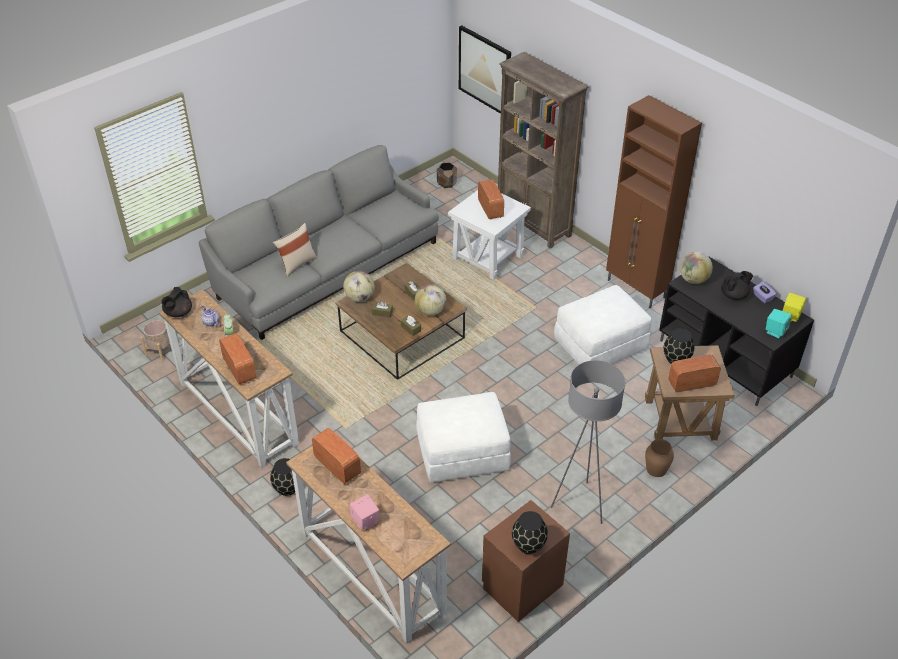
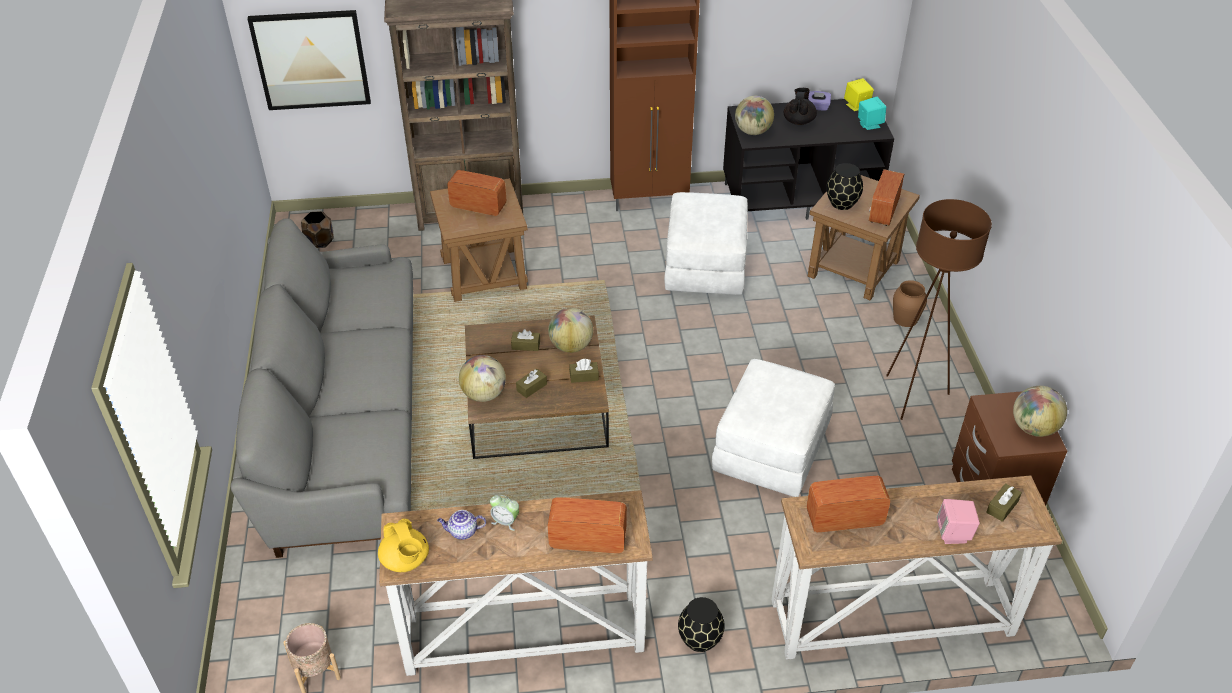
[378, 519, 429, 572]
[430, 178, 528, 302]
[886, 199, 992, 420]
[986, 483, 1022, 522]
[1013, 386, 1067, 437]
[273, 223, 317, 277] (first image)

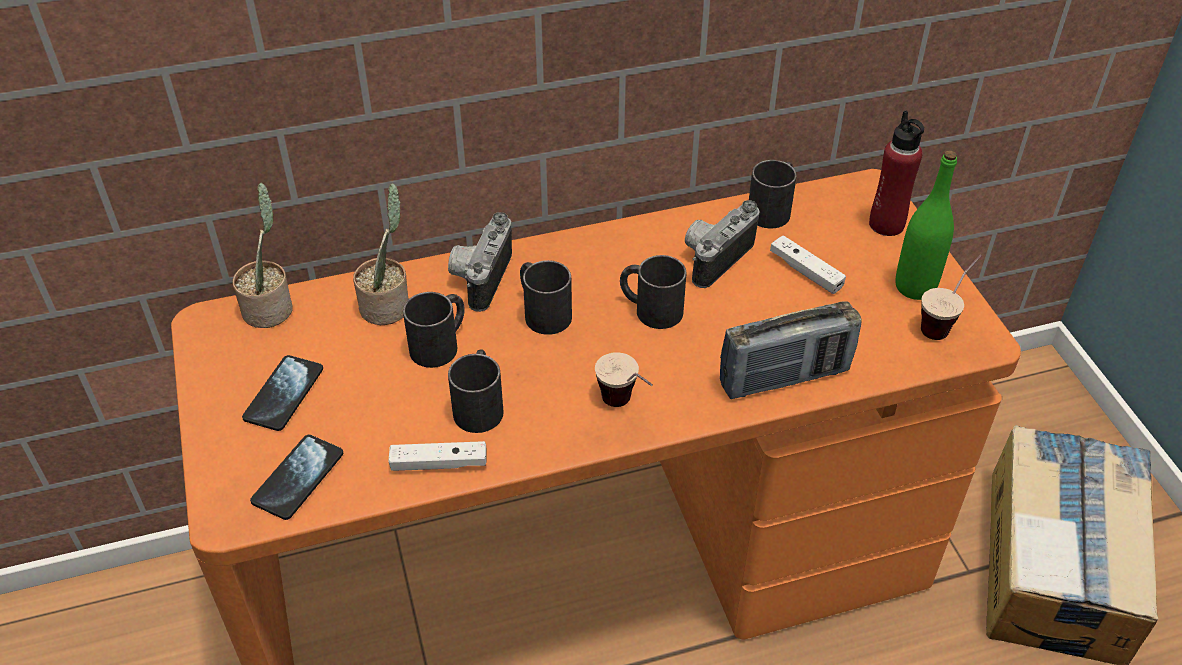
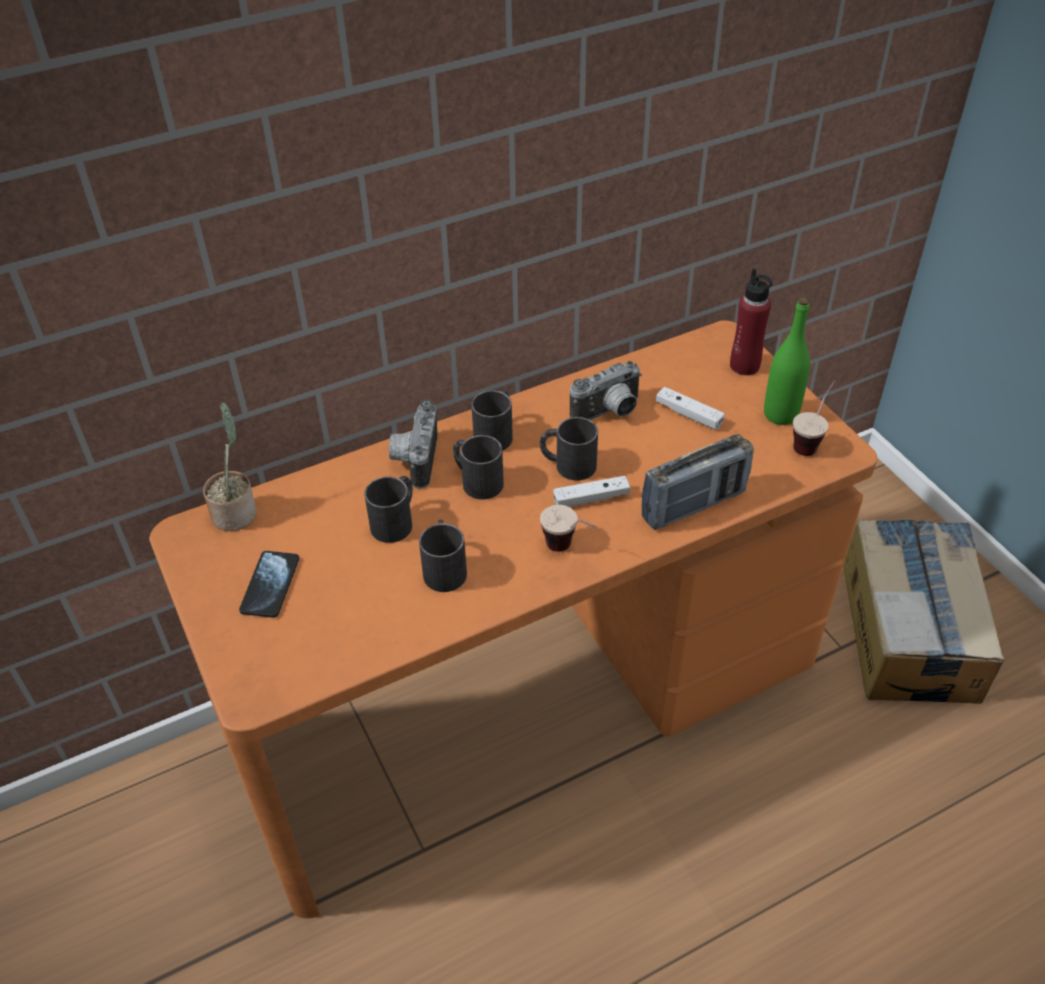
[471, 390, 513, 451]
[553, 476, 630, 507]
[570, 361, 642, 420]
[250, 435, 343, 520] (first image)
[353, 183, 409, 325] (first image)

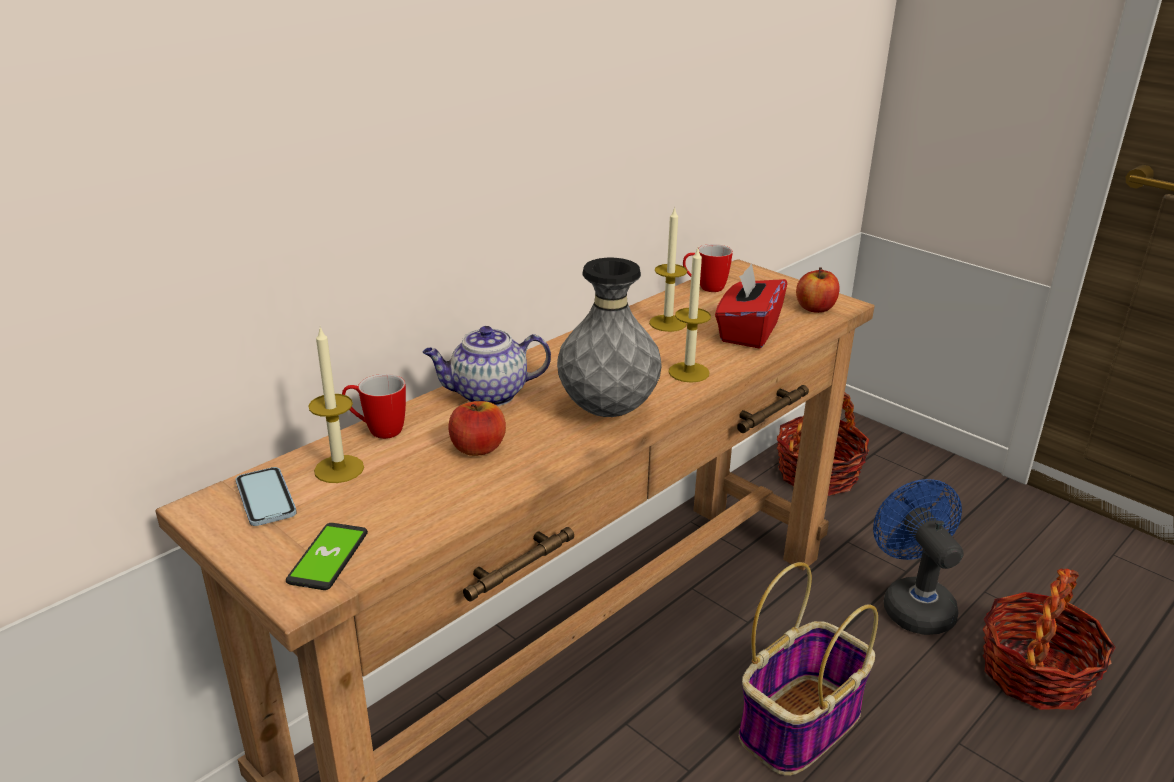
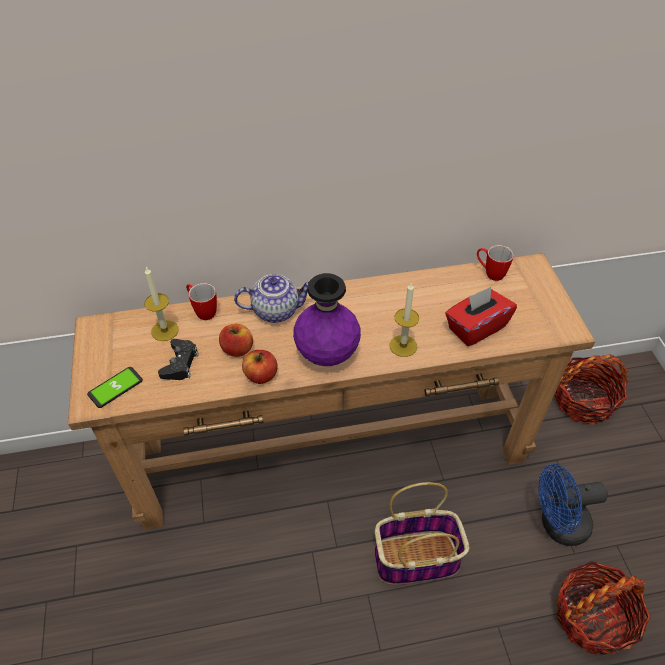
[158, 339, 199, 380]
[234, 274, 310, 323]
[242, 350, 278, 384]
[293, 273, 361, 366]
[538, 464, 608, 546]
[235, 467, 297, 526] (first image)
[649, 206, 687, 332] (first image)

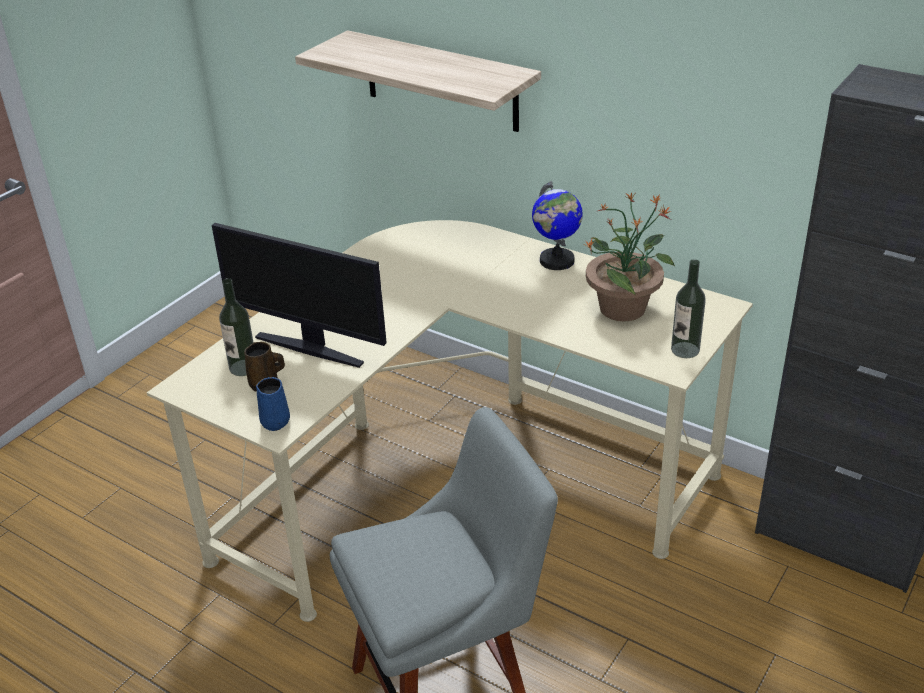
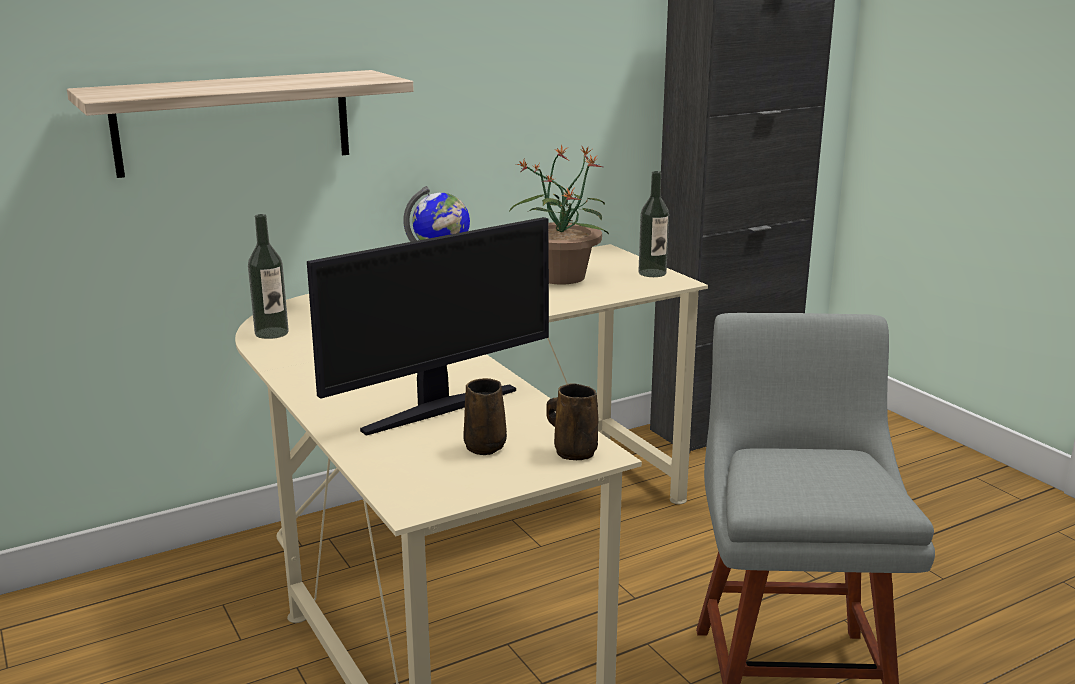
[248, 214, 289, 339]
[546, 383, 598, 460]

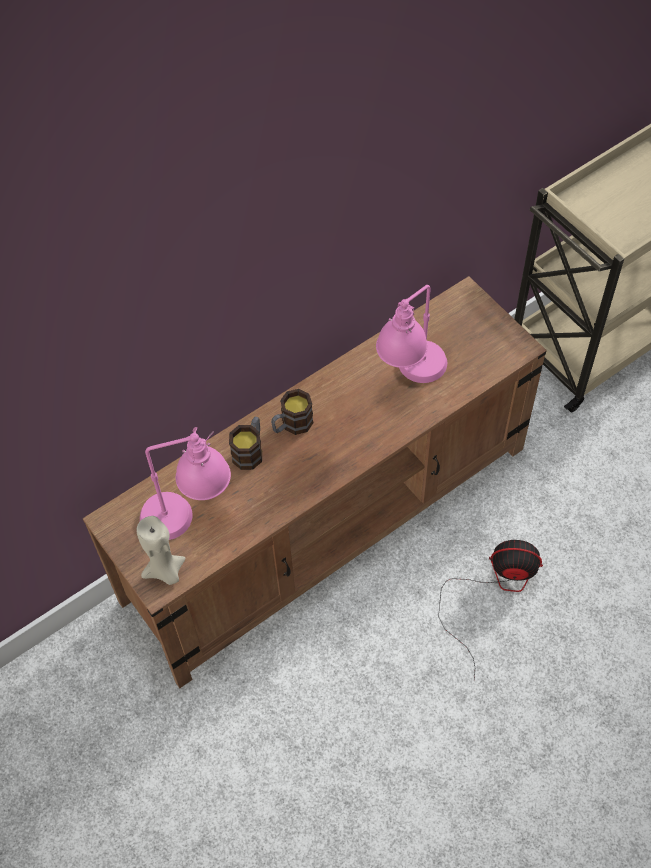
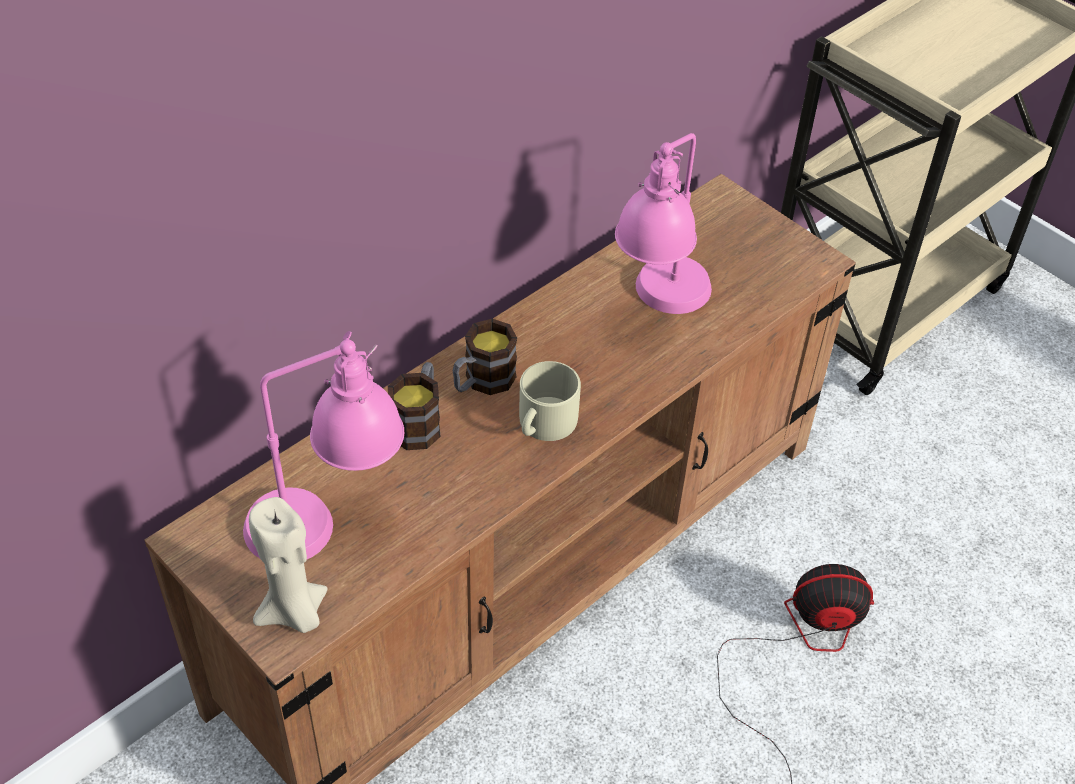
[519, 361, 581, 441]

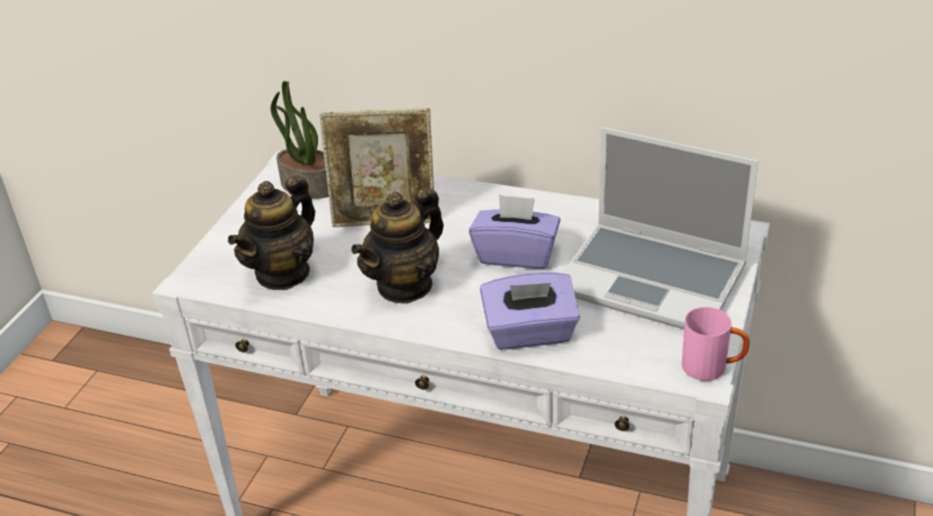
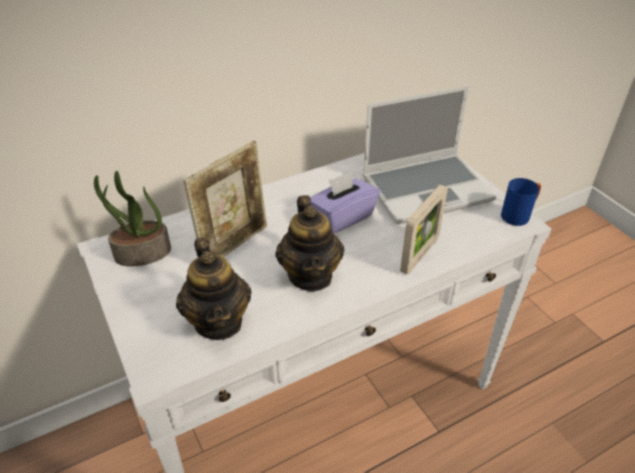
[400, 185, 448, 275]
[501, 178, 541, 226]

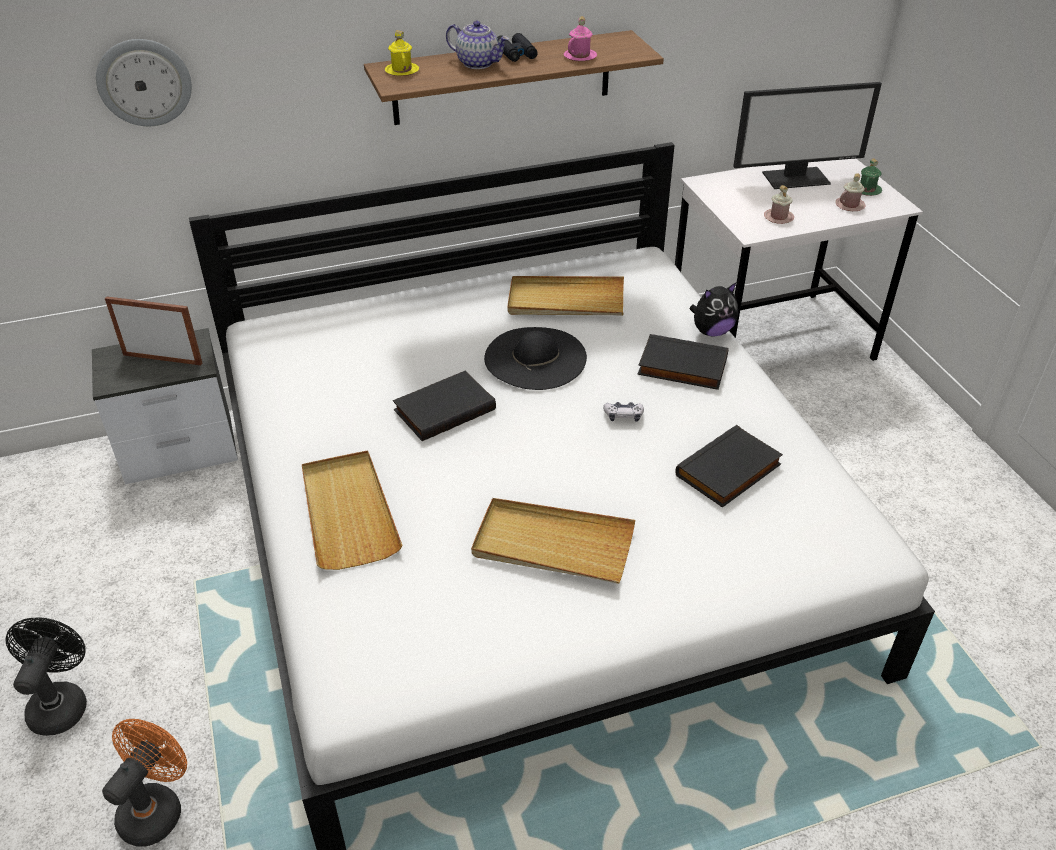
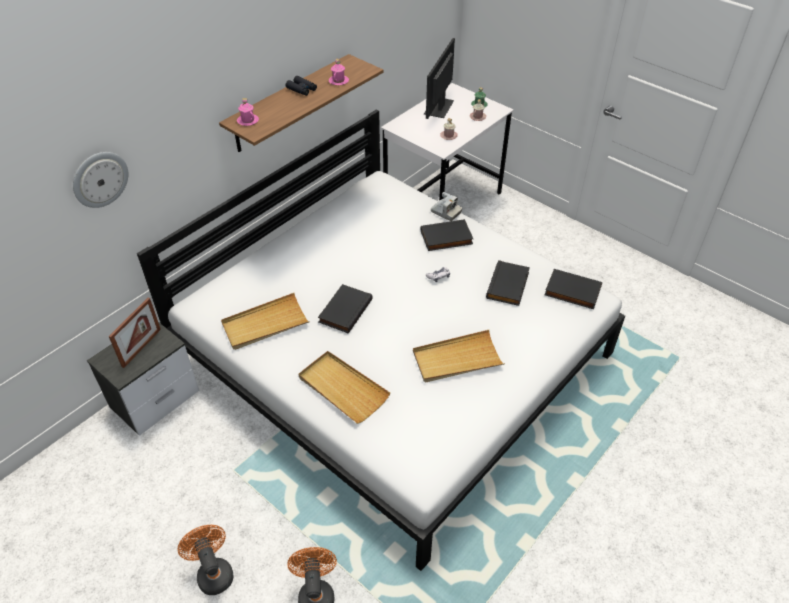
[109, 298, 161, 368]
[178, 525, 233, 595]
[221, 293, 310, 350]
[237, 98, 259, 126]
[424, 38, 455, 119]
[431, 192, 462, 221]
[544, 269, 602, 309]
[446, 21, 509, 69] (first image)
[484, 327, 587, 390] (first image)

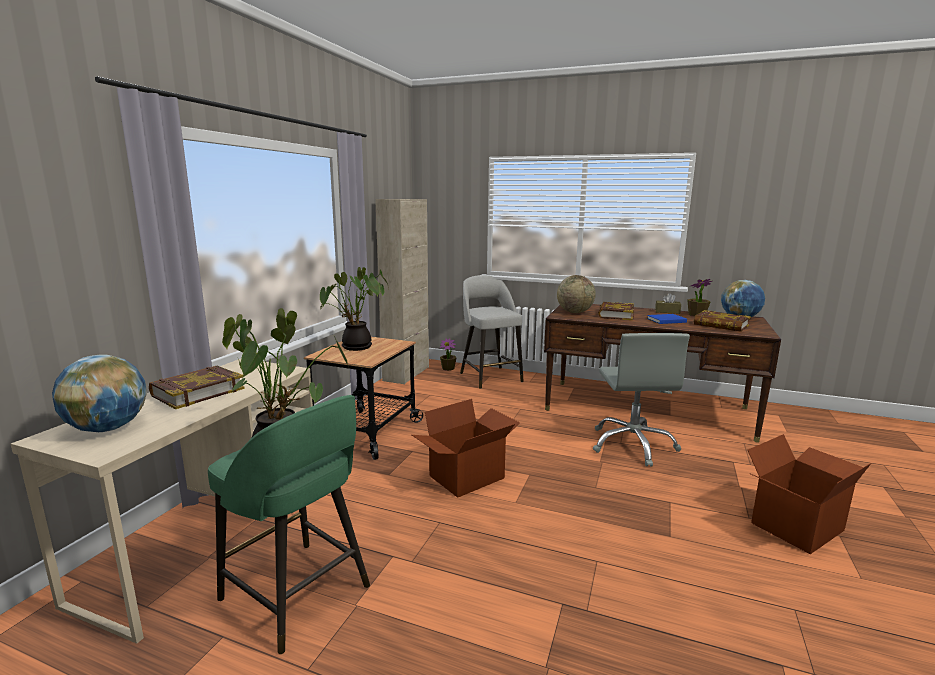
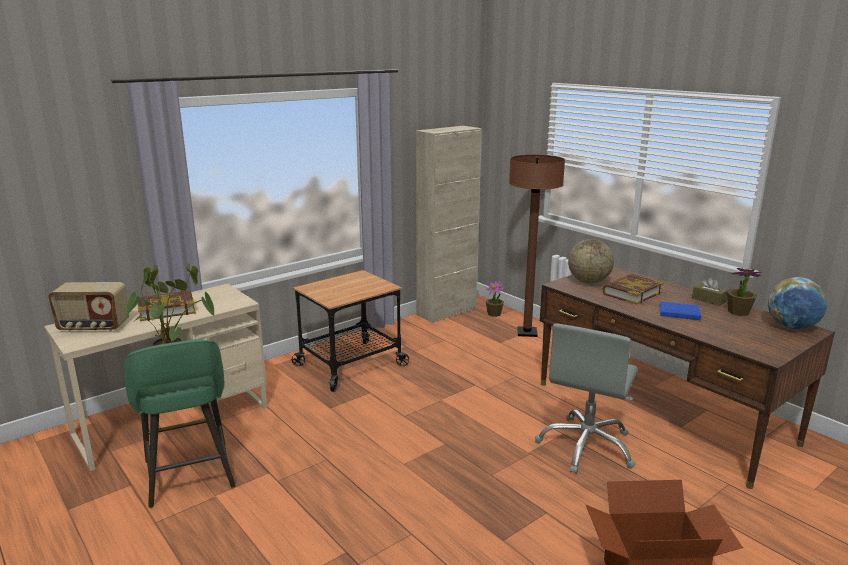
[48, 282, 129, 332]
[509, 154, 565, 337]
[320, 267, 389, 351] (first image)
[412, 399, 520, 498] (first image)
[694, 310, 751, 332] (first image)

